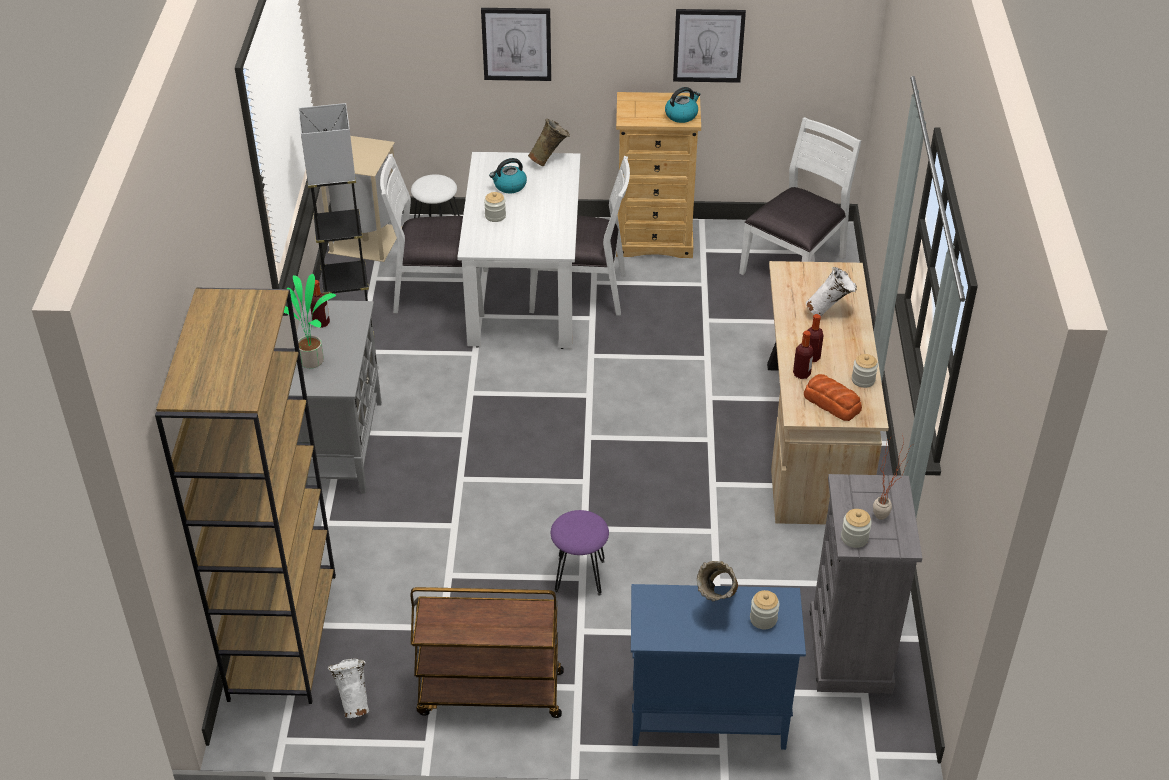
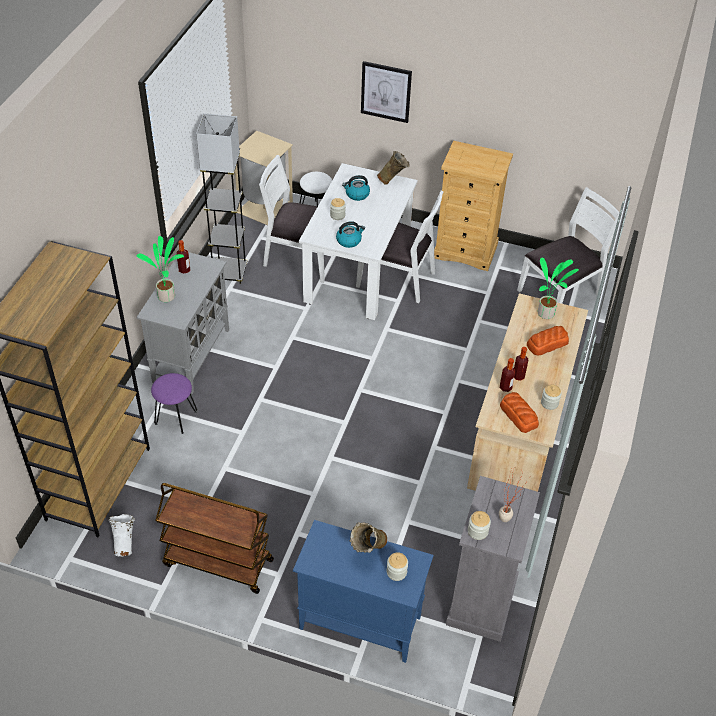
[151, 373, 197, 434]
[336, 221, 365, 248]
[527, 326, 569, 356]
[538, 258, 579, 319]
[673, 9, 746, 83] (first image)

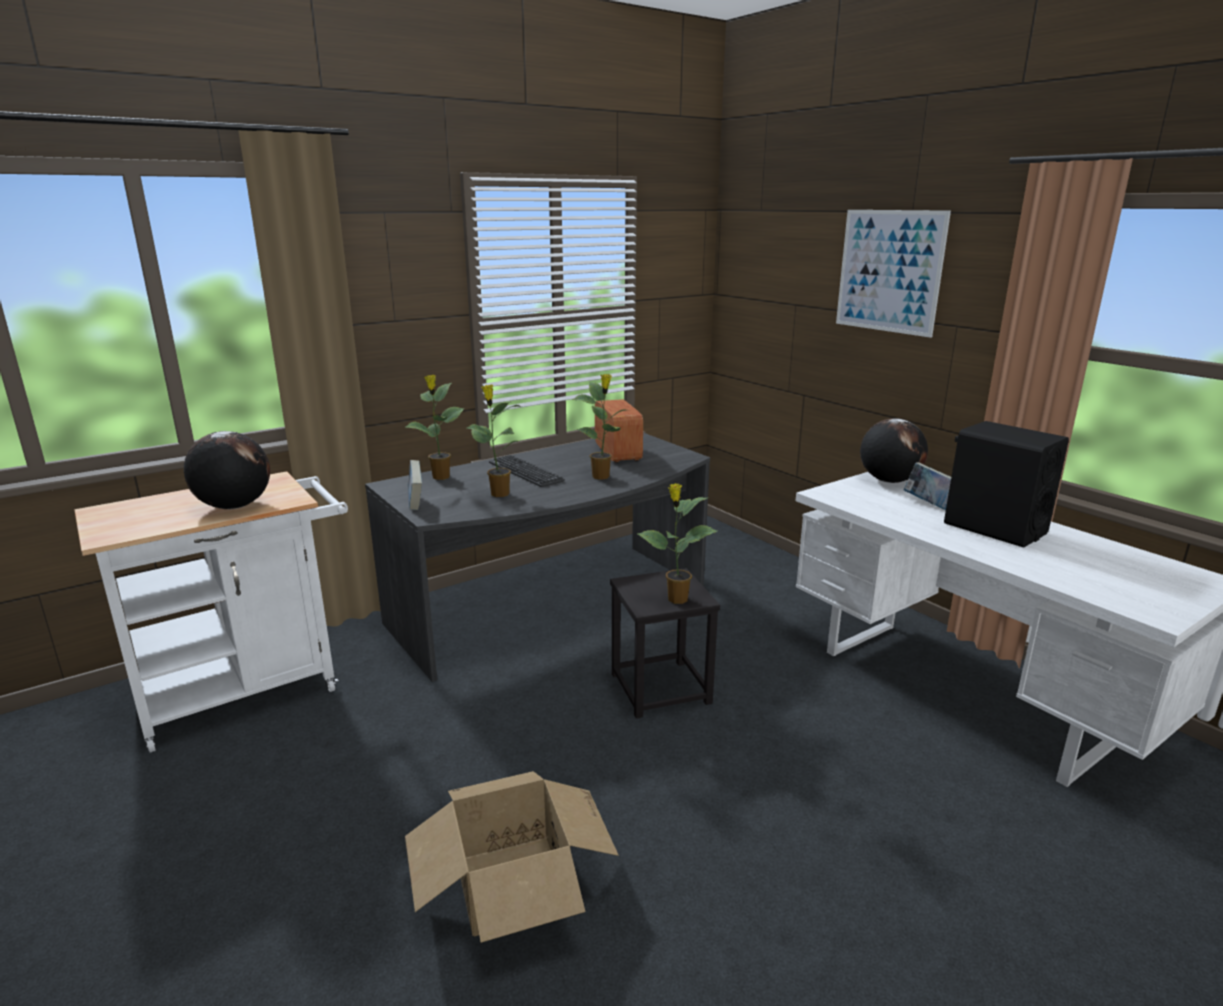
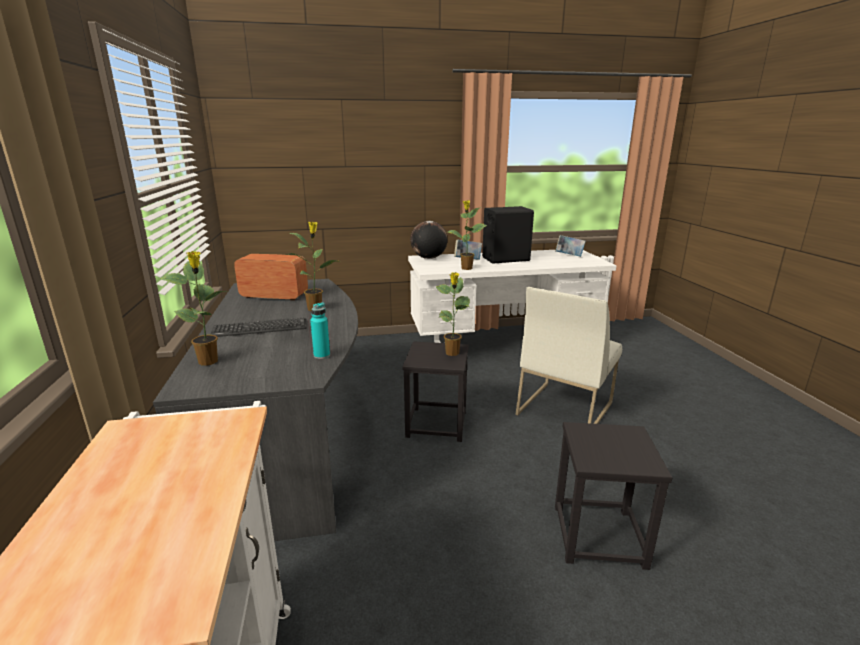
[310, 302, 330, 359]
[447, 200, 487, 270]
[515, 287, 622, 424]
[555, 235, 586, 257]
[555, 422, 672, 570]
[183, 431, 270, 509] (first image)
[836, 210, 951, 338] (first image)

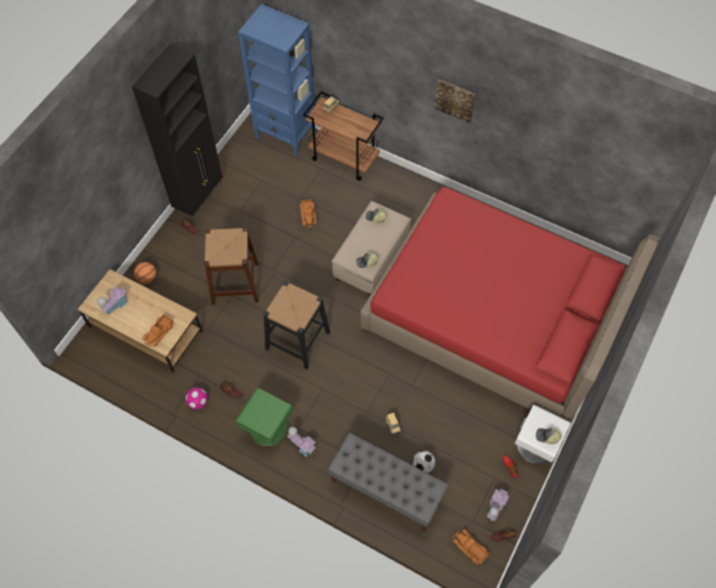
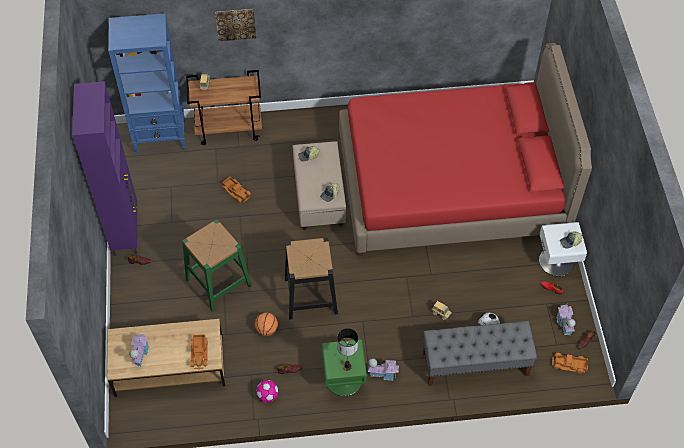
[72, 81, 137, 256]
[182, 219, 252, 312]
[215, 9, 256, 41]
[254, 312, 278, 336]
[337, 328, 358, 371]

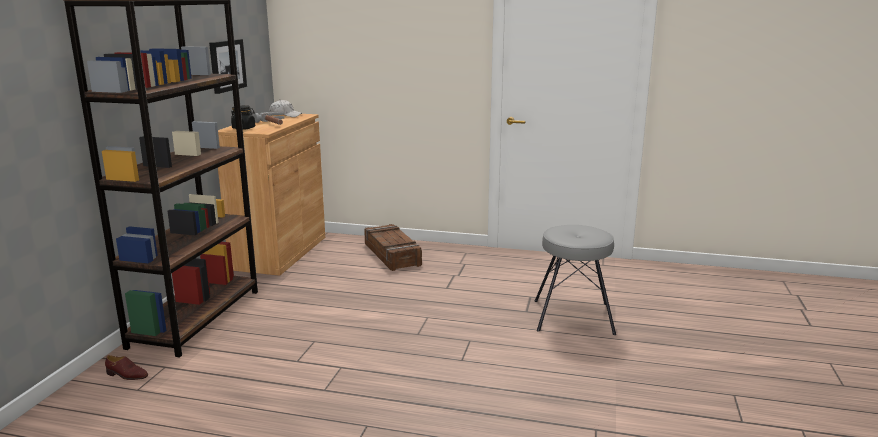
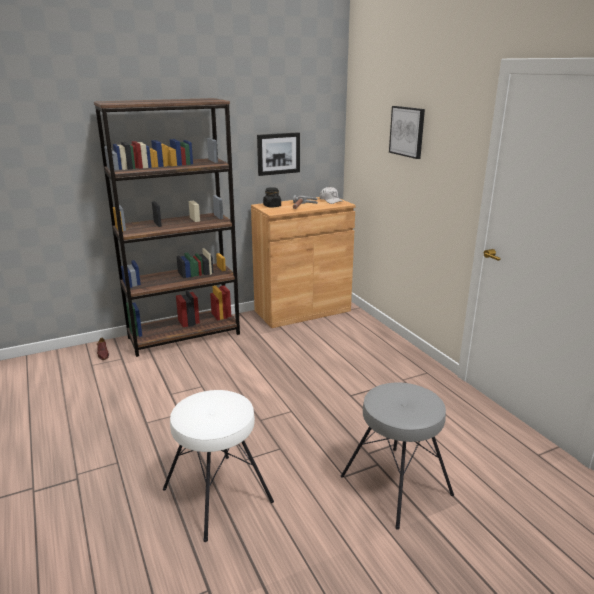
[163, 390, 274, 542]
[389, 106, 425, 159]
[364, 224, 422, 271] (first image)

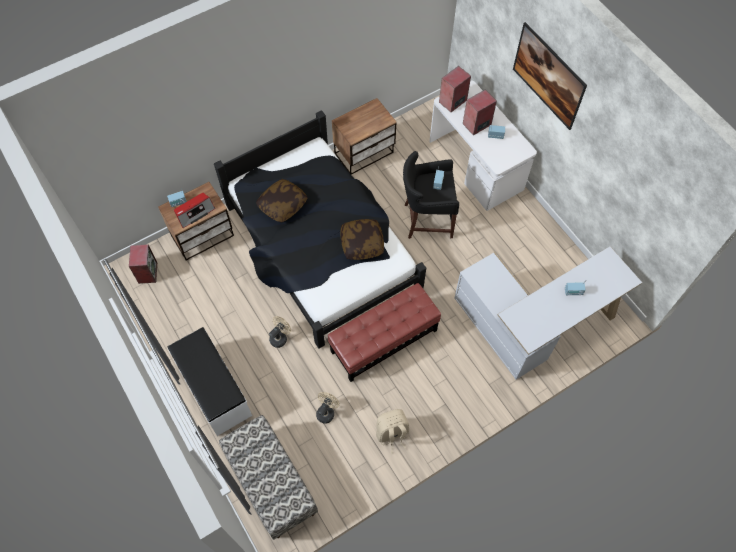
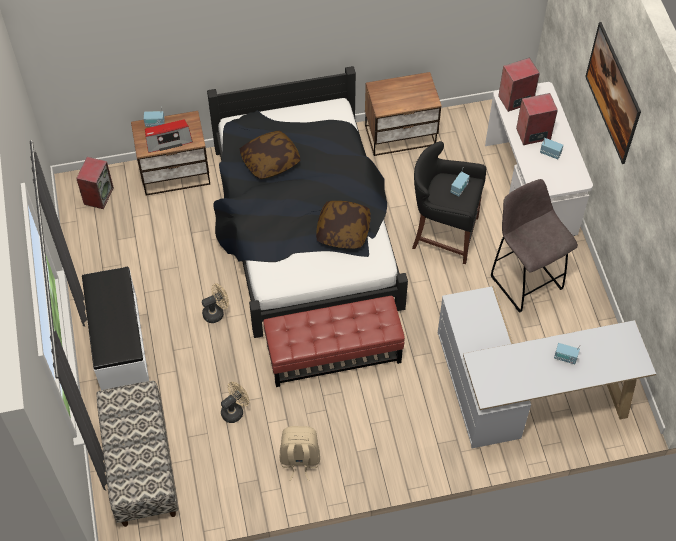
[491, 179, 578, 313]

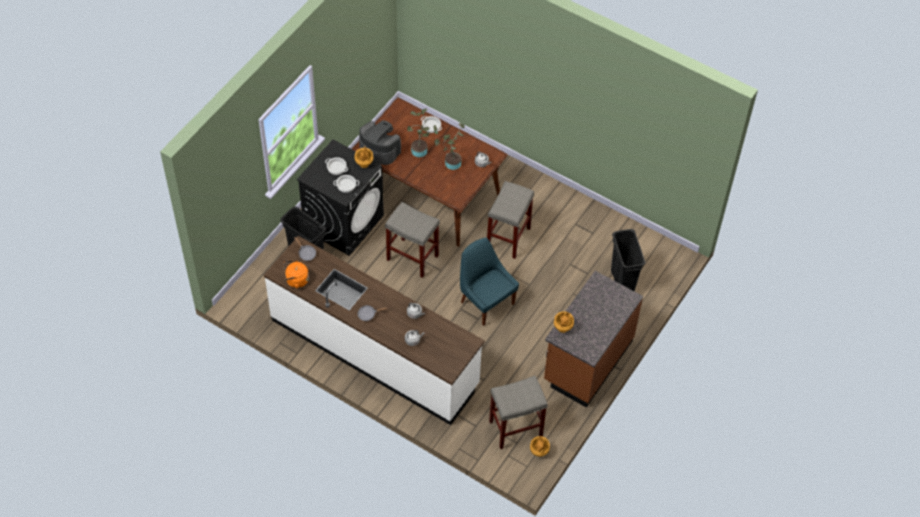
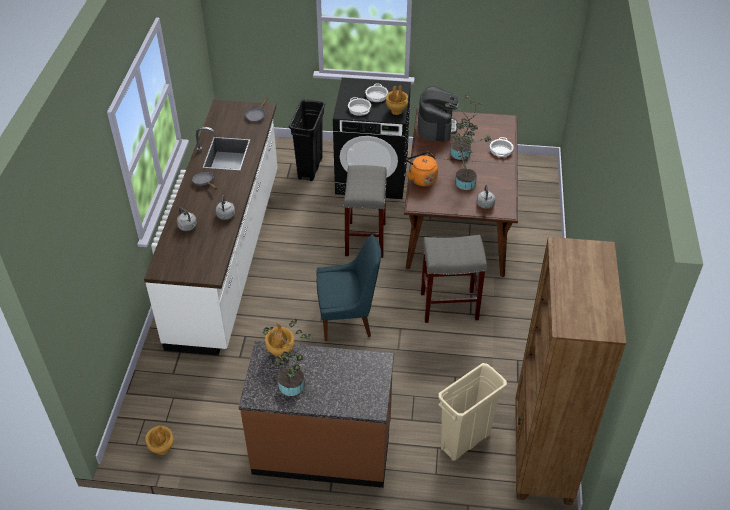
[263, 319, 313, 396]
[316, 235, 381, 341]
[407, 152, 438, 187]
[438, 363, 507, 461]
[516, 237, 626, 505]
[489, 376, 548, 449] (first image)

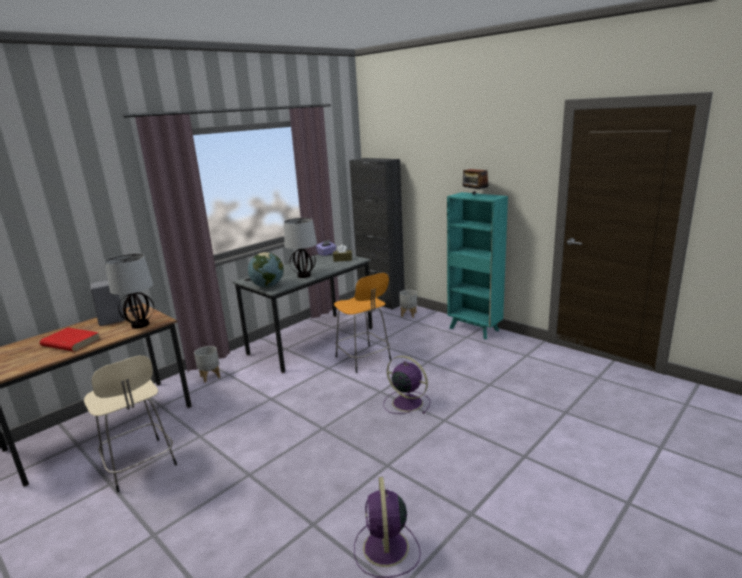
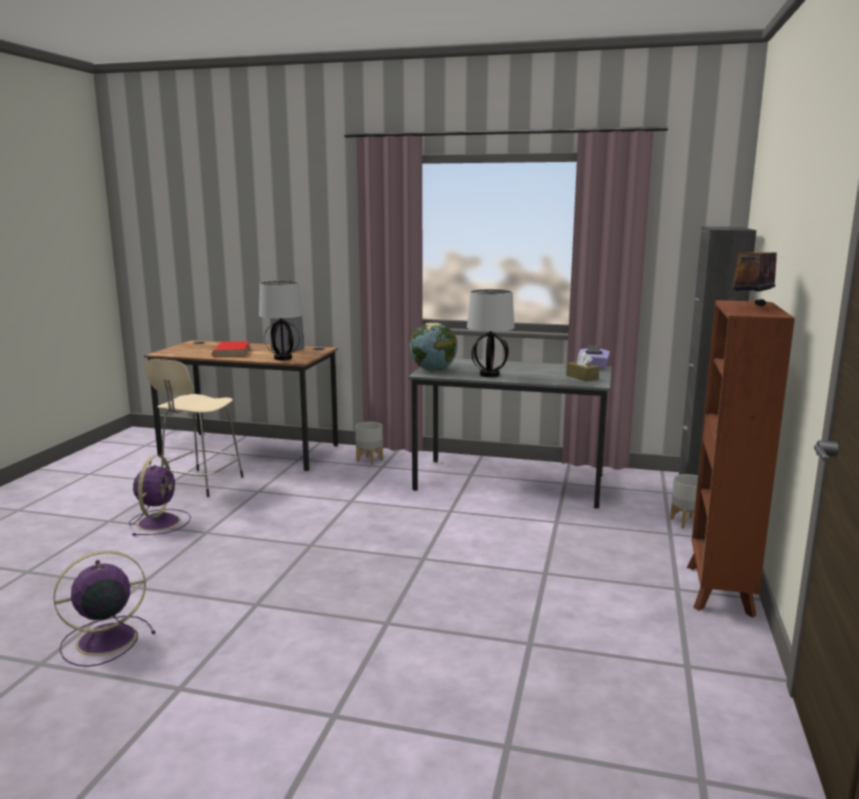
[129, 455, 191, 536]
[687, 300, 795, 617]
[334, 273, 391, 373] (first image)

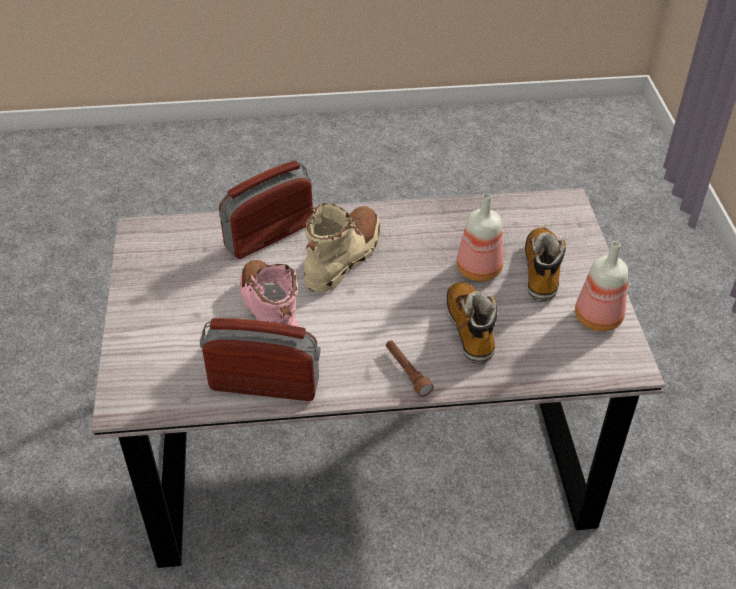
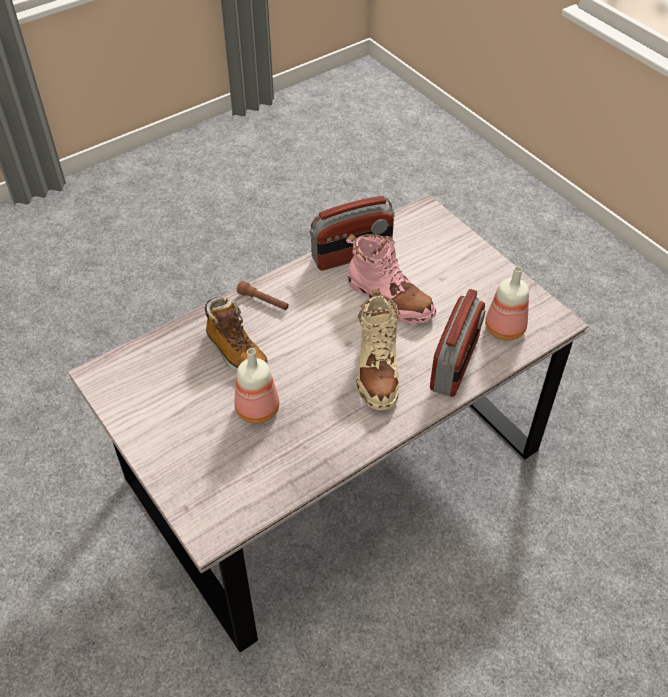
[485, 266, 529, 341]
[524, 227, 566, 302] (first image)

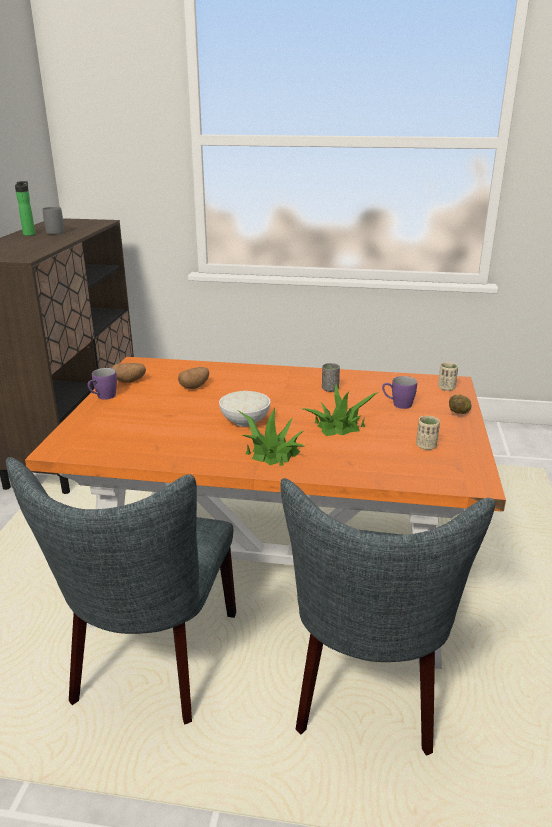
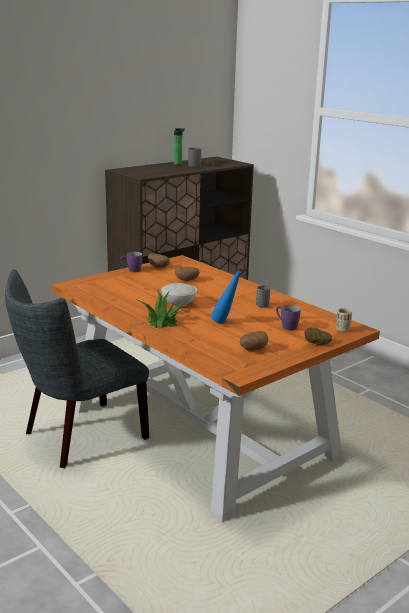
[211, 266, 243, 324]
[240, 331, 268, 351]
[280, 478, 495, 756] (first image)

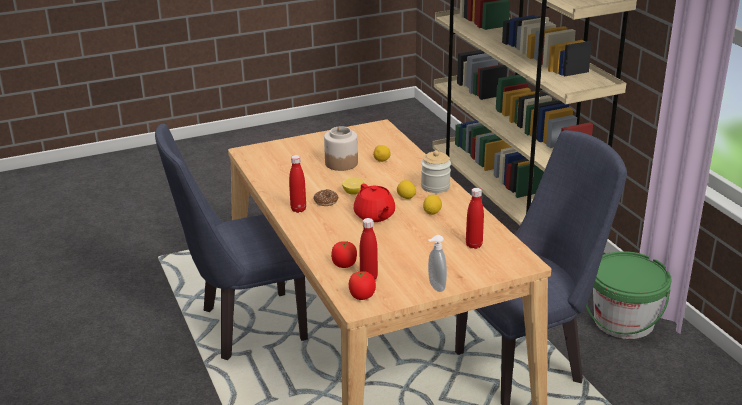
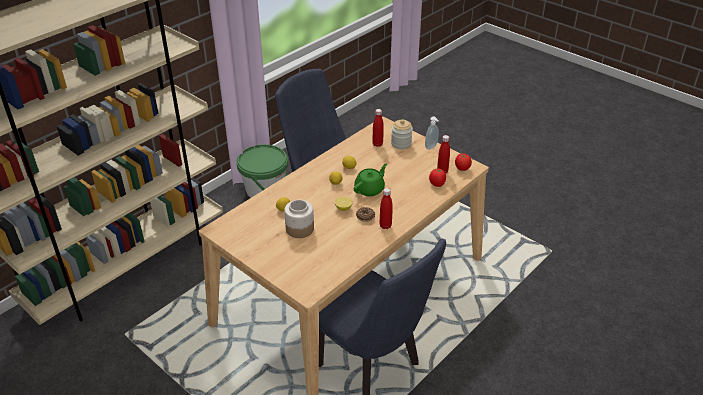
[354, 163, 387, 196]
[391, 120, 413, 149]

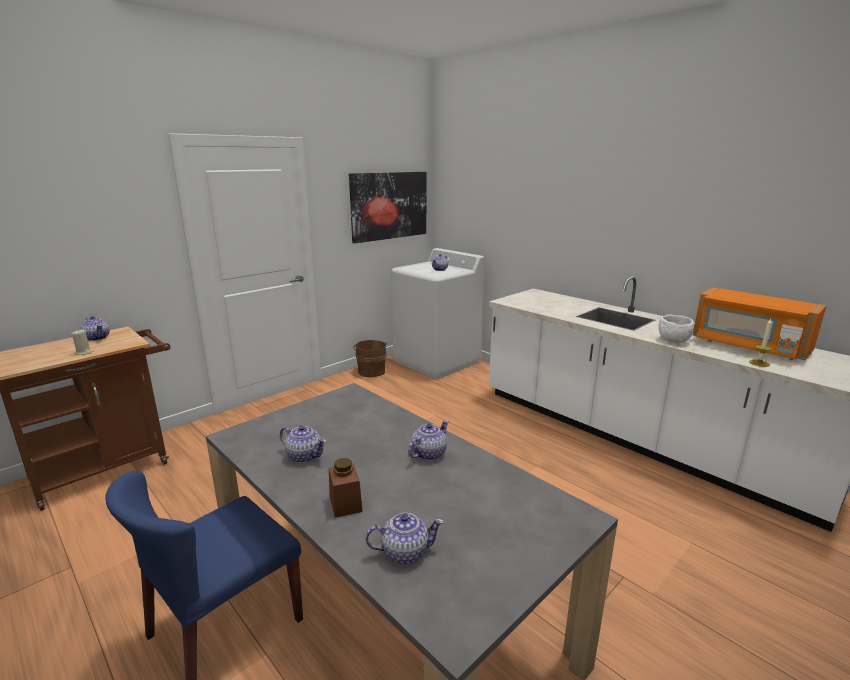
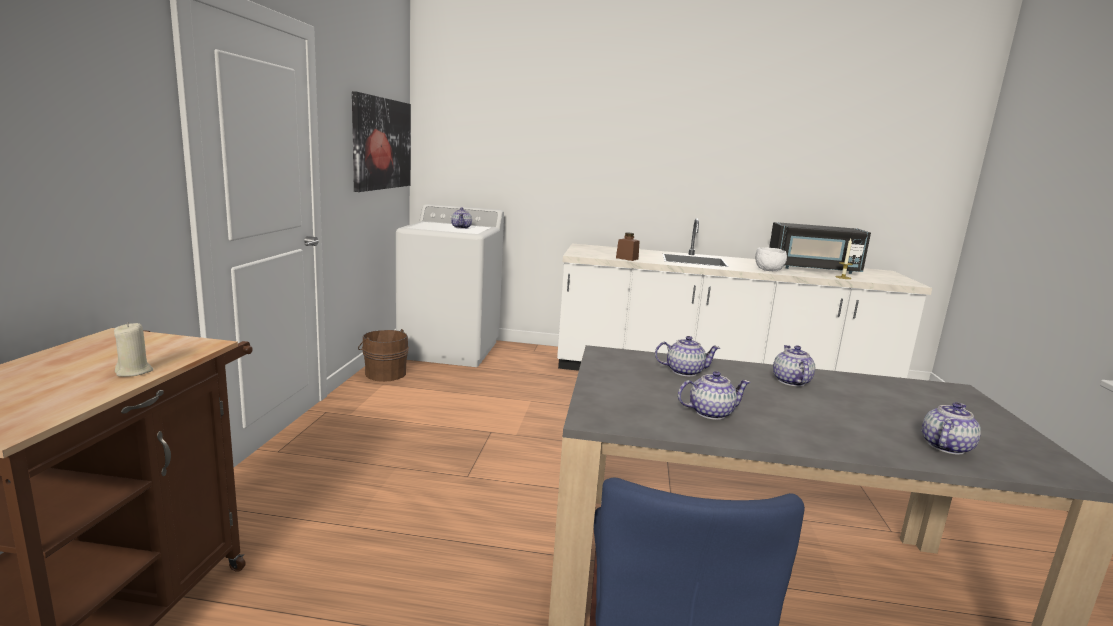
[616, 232, 640, 261]
[655, 336, 720, 377]
[769, 222, 871, 274]

